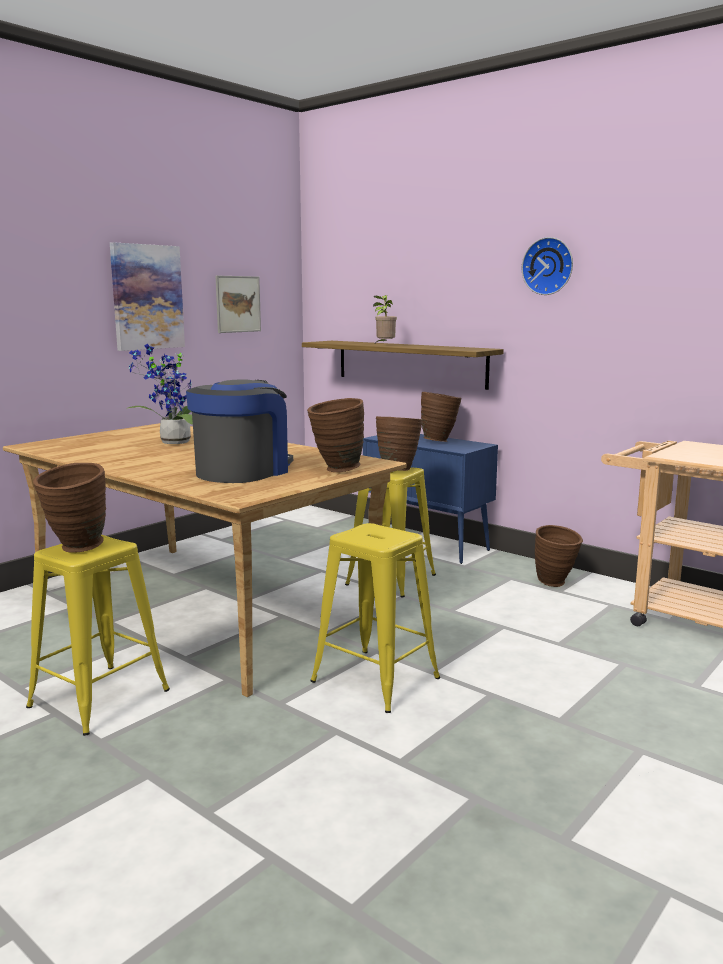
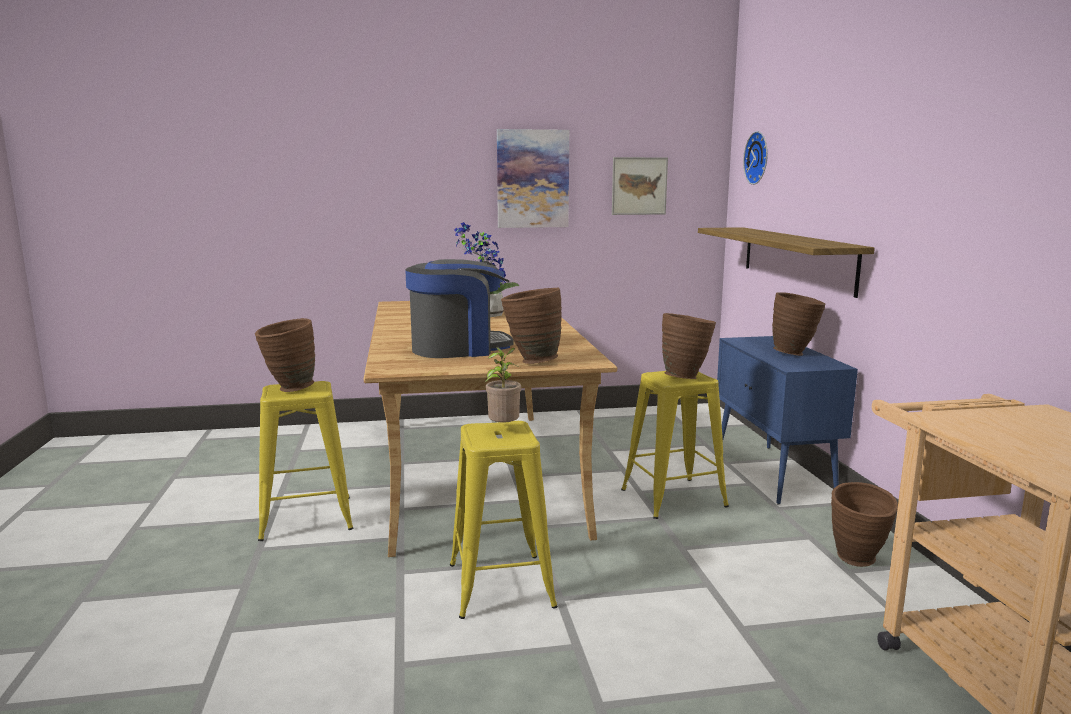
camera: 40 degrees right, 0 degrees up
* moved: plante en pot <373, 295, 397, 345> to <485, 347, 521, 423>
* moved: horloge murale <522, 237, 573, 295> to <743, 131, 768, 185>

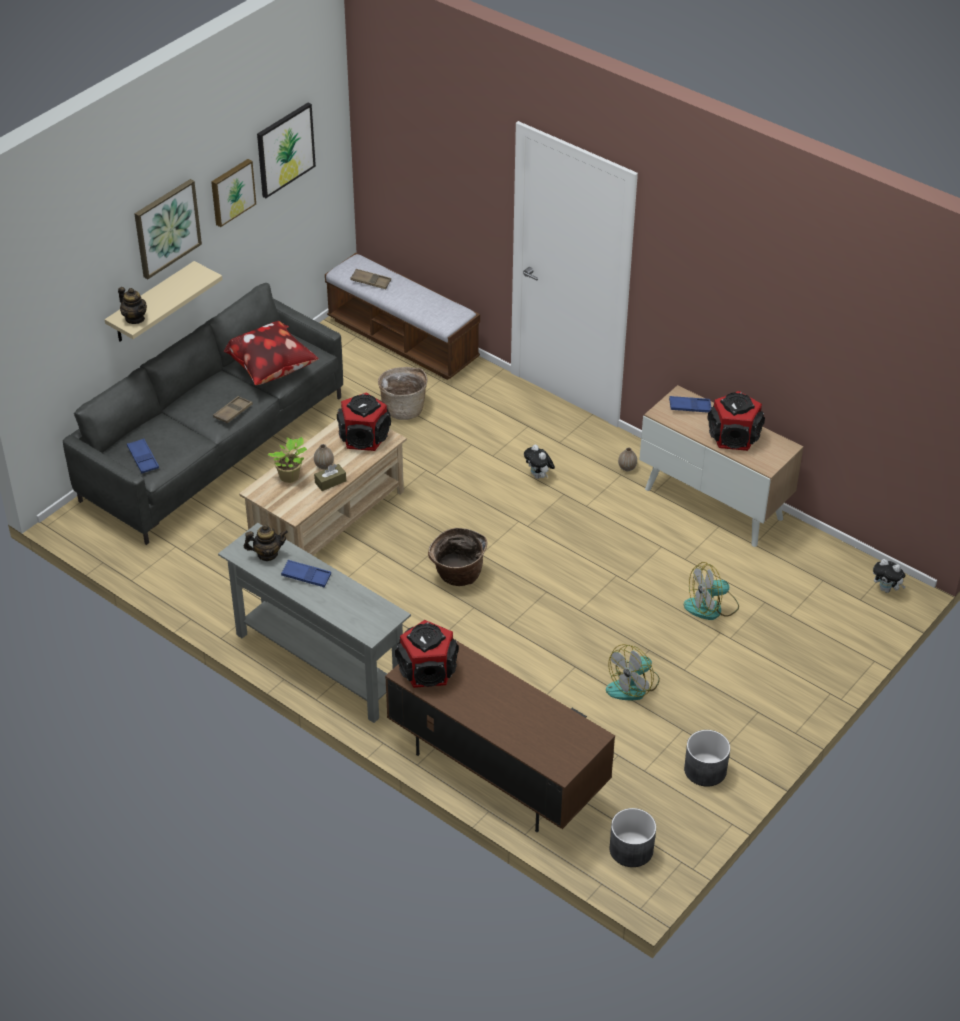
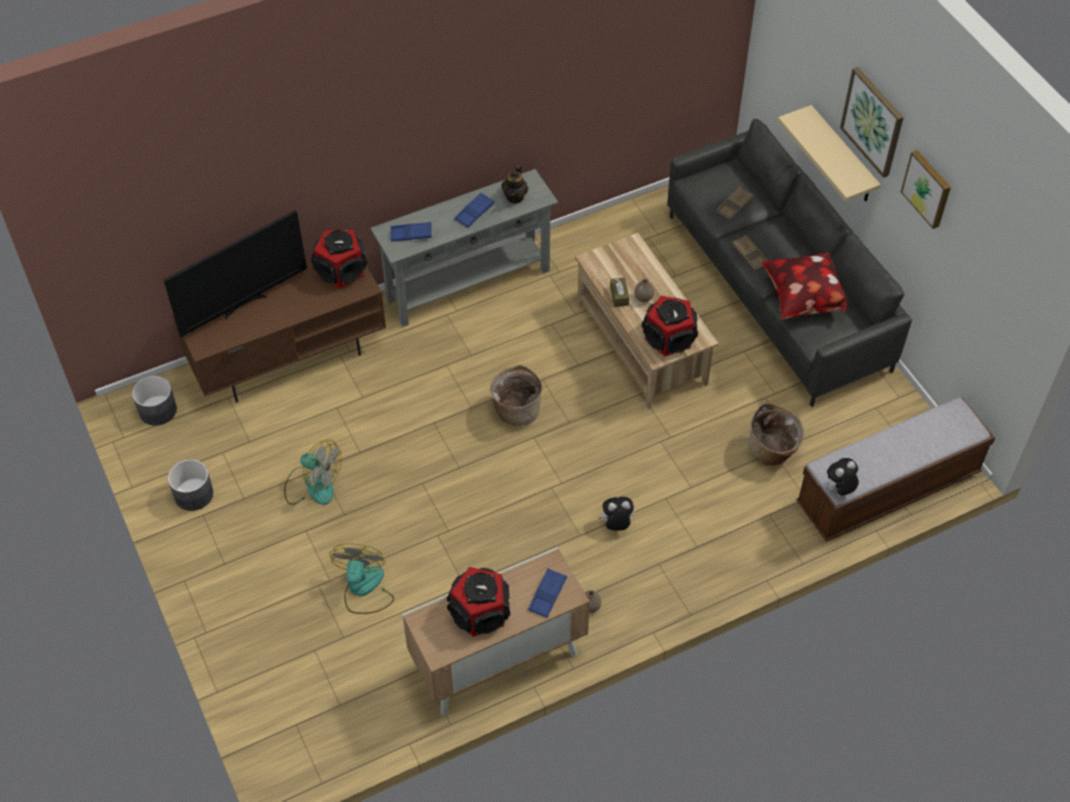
camera: 115 degrees right, 10 degrees up
* added: téléviseur <164, 210, 307, 337>
* turned: ventilateur <606, 644, 660, 701> = <284, 440, 342, 505> 135 degrees clockwise
* moved: plateau [bleu] <127, 438, 159, 474> to <390, 222, 432, 241>
* moved: plateau [marron] <351, 269, 391, 289> to <716, 187, 754, 221>
* moved: peluche <873, 559, 906, 593> to <826, 458, 859, 496>
* removed: théière <118, 287, 147, 324>
* removed: tableau <257, 102, 316, 198>
* removed: plante en pot <267, 437, 307, 483>

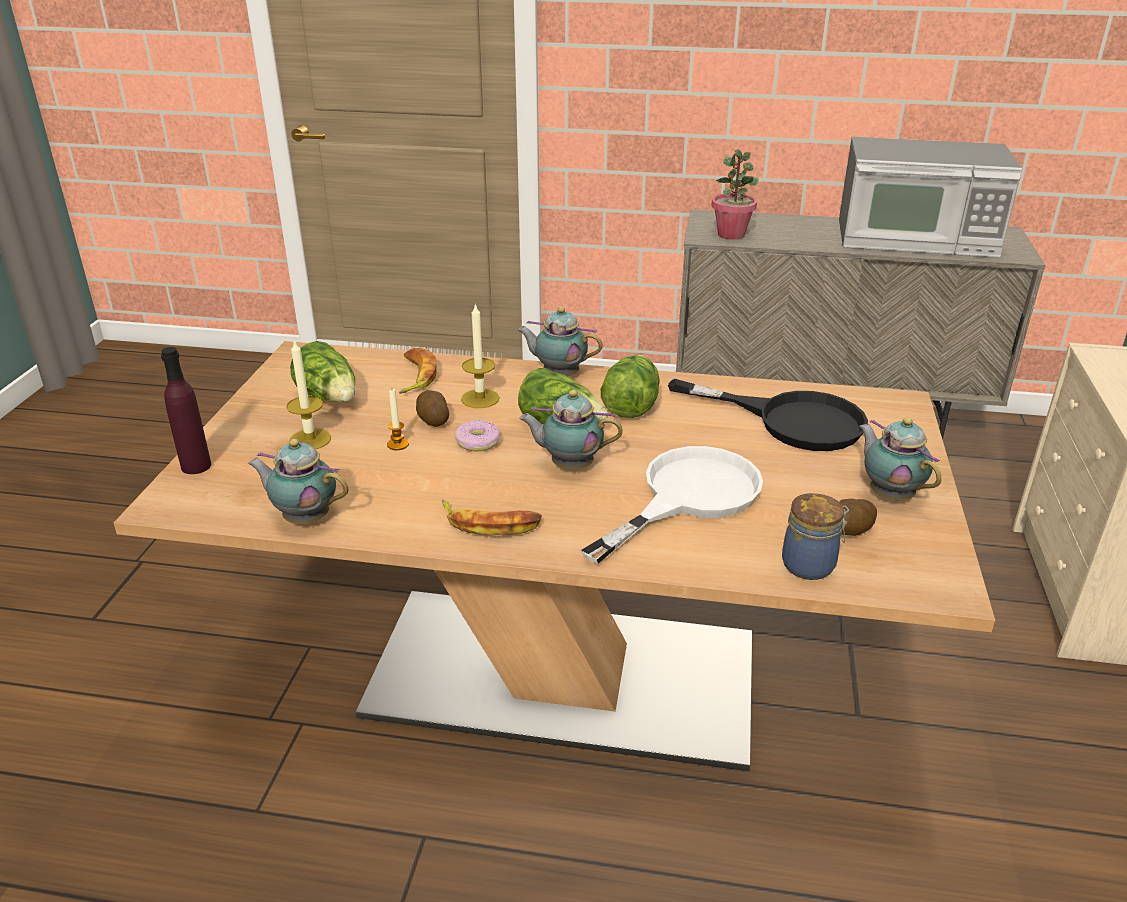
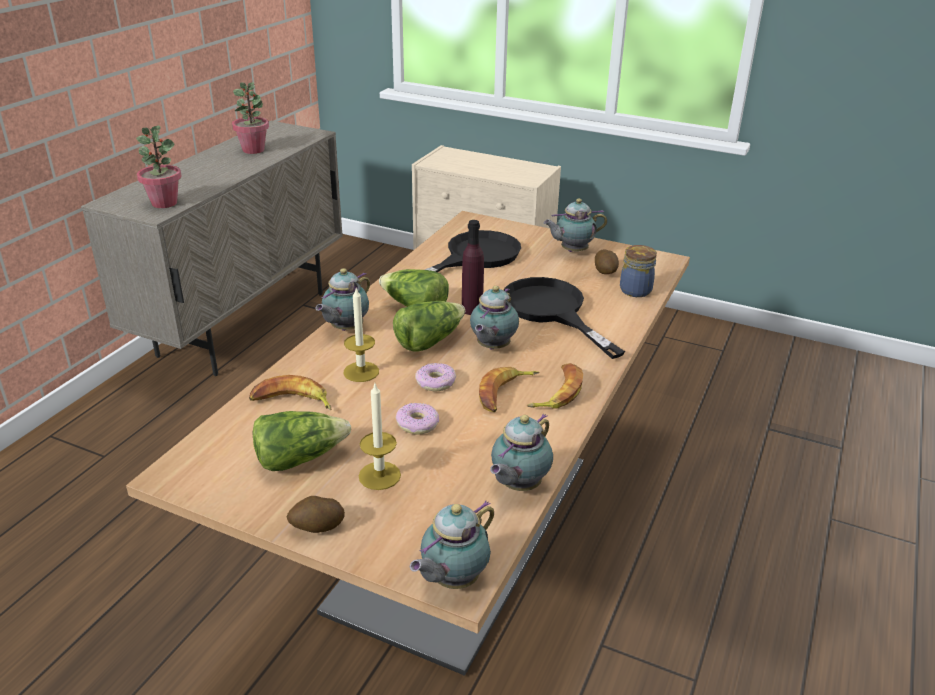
camera: 75 degrees left, 0 degrees up
* replaced: micro-ondes <839, 137, 1022, 258> to plante en pot <232, 82, 269, 154>
* moved: pomme de terre <416, 390, 449, 427> to <286, 496, 345, 533>
* replaced: bougie <387, 389, 409, 450> to beignet <396, 403, 439, 434>
* added: théière <410, 501, 494, 589>
* moved: bouteille [violet] <161, 347, 211, 474> to <462, 220, 484, 315>
* added: banane <479, 367, 540, 412>
* recoloured: poêle [blanc] <581, 446, 763, 564> to poêle [noir] <503, 277, 625, 359>

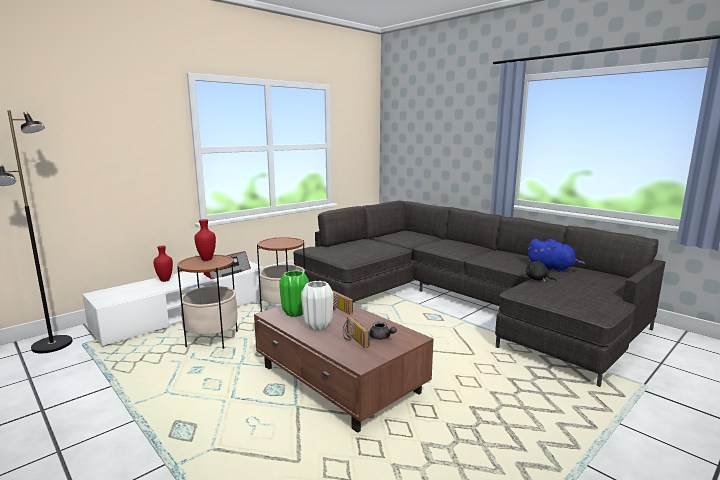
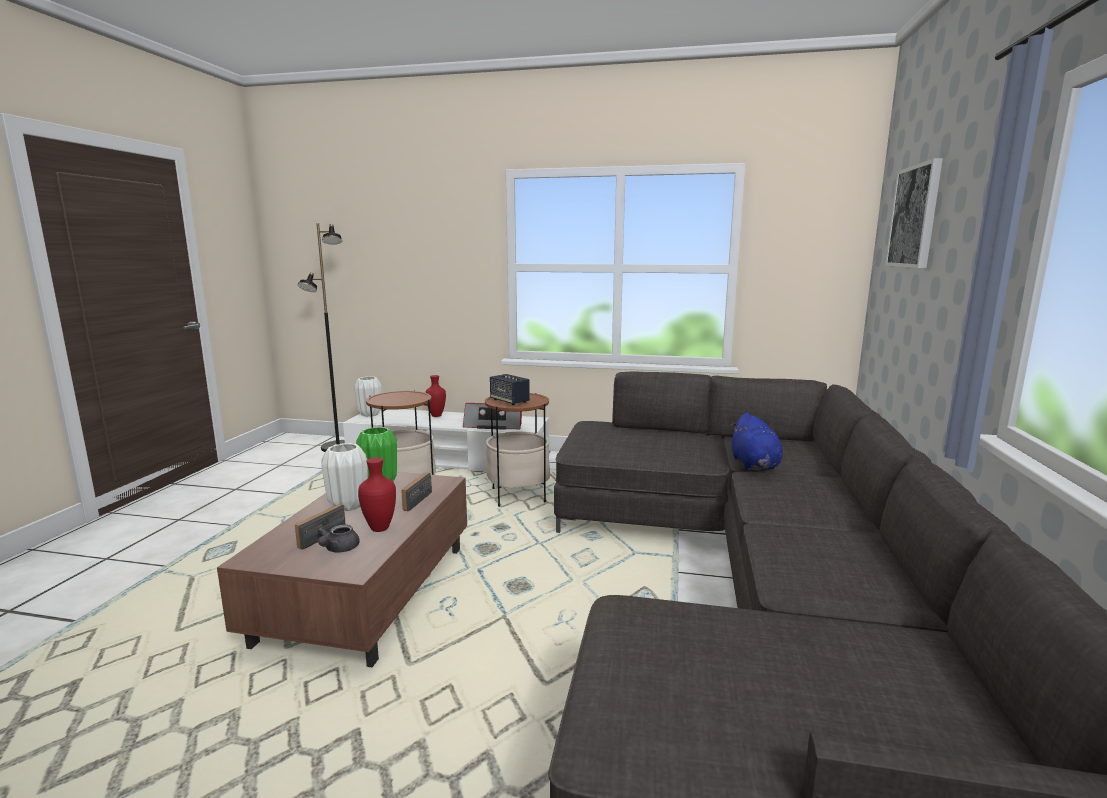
camera: 55 degrees right, 0 degrees up
* added: vase [blanc] <354, 377, 382, 417>
* moved: vase [rouge] <194, 219, 216, 261> to <358, 457, 396, 532>
* added: enceinte <490, 374, 530, 405>
* moved: peluche [bleu] <528, 239, 585, 272> to <730, 413, 783, 471>
* added: tableau <885, 158, 943, 268>
* removed: peluche [noir] <526, 258, 557, 282>

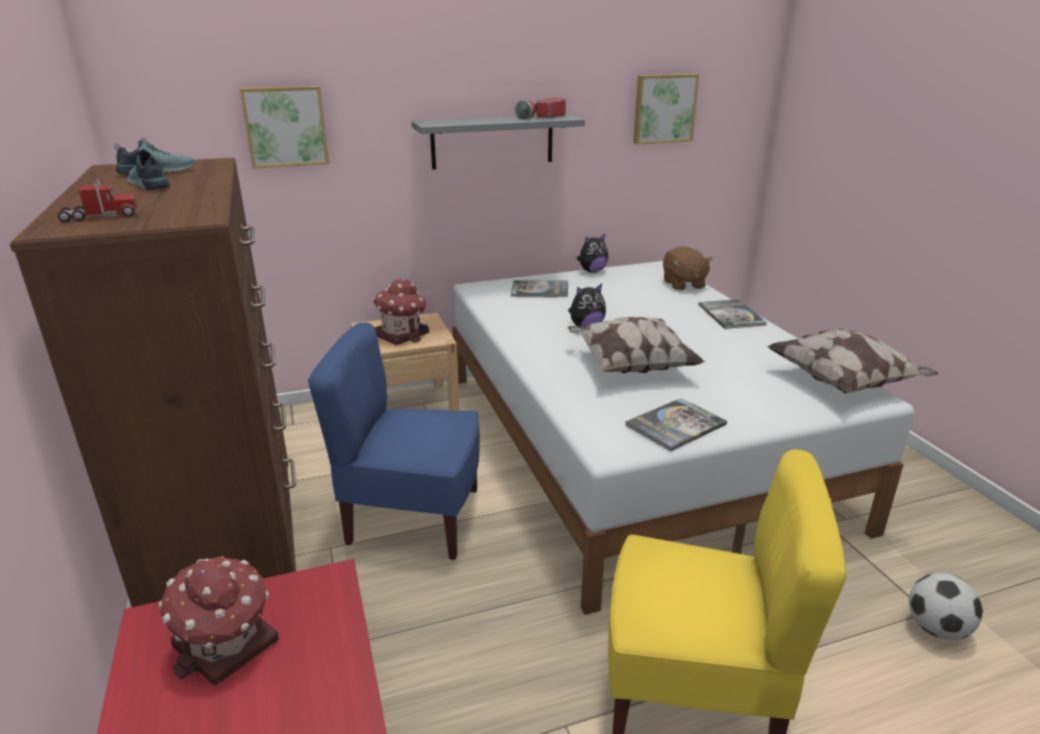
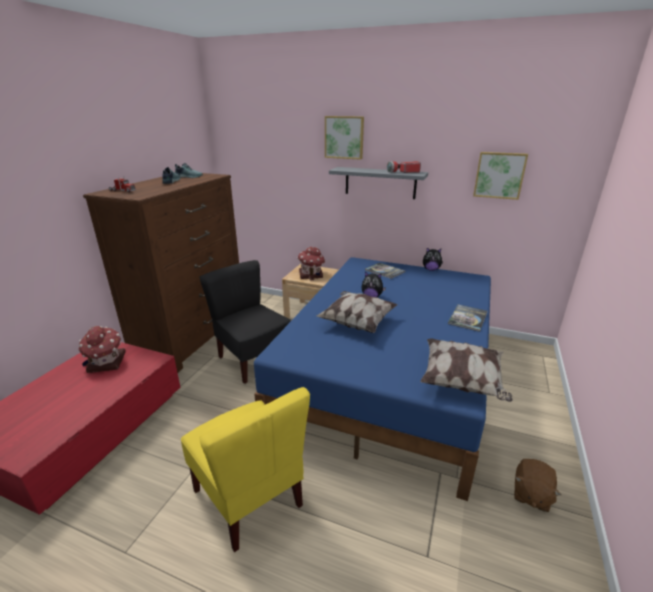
camera: 40 degrees right, 0 degrees up
* recoloured: chaise [bleu] <308, 323, 480, 560> to chaise [noir] <199, 260, 291, 384>
* recoloured: lit [blanc] <452, 261, 914, 615> to lit [bleu] <254, 257, 491, 501>
* moved: tableau <240, 86, 329, 169> to <325, 116, 364, 160>
* moved: peluche [marron] <663, 246, 713, 290> to <514, 459, 561, 512>
* removed: livre <625, 398, 727, 451>
* removed: ballon de foot <909, 573, 983, 640>

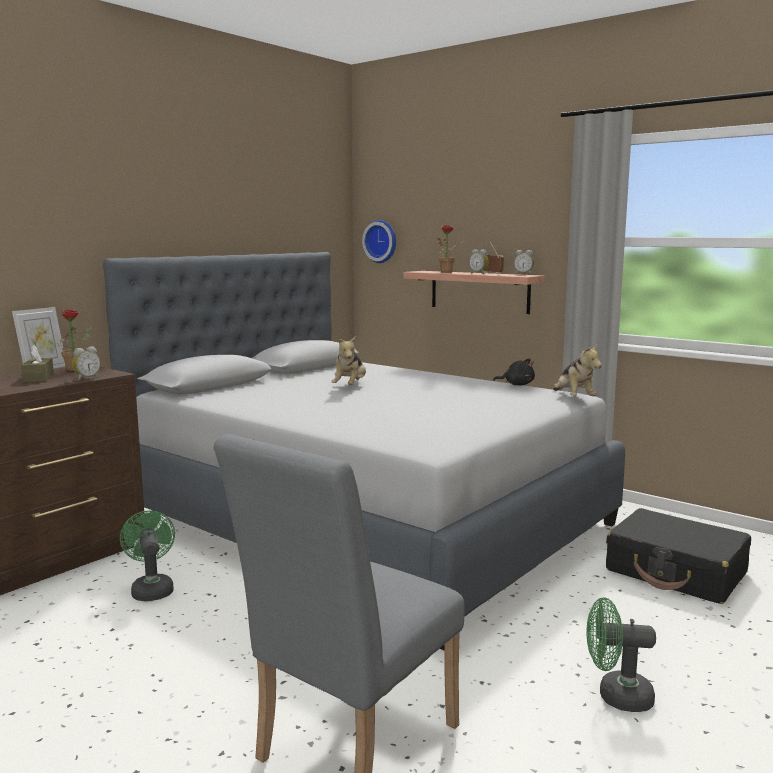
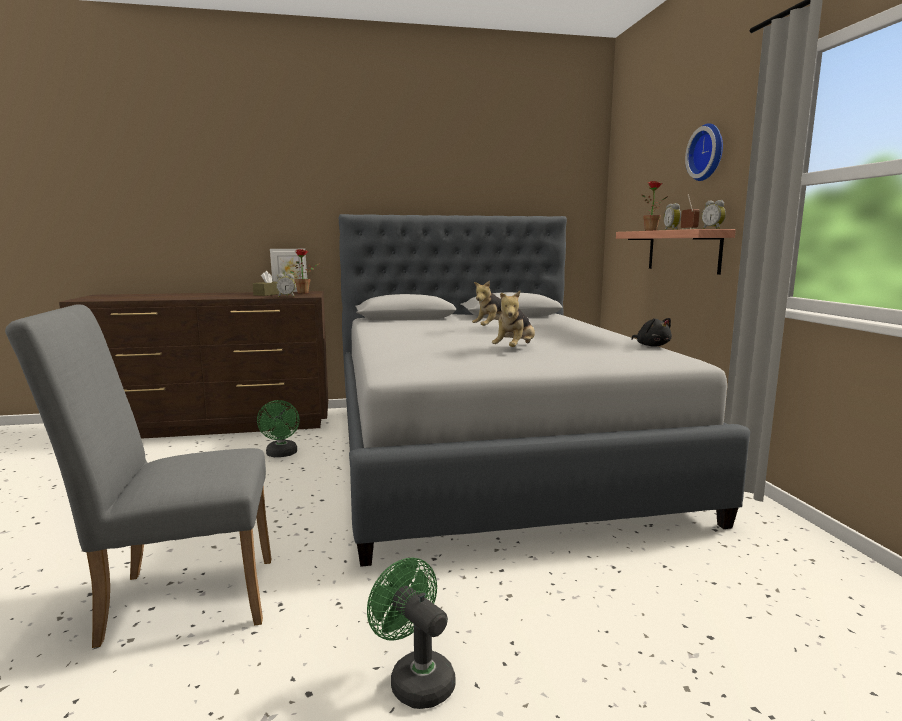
camera: 40 degrees right, 0 degrees up
* turned: ventilateur [vert] <120, 510, 175, 601> = <257, 400, 300, 457> 150 degrees clockwise
* moved: peluche <553, 343, 602, 396> to <492, 291, 535, 347>
* moved: horloge murale <362, 220, 396, 263> to <685, 123, 723, 181>
* removed: valise [noir] <606, 508, 751, 604>

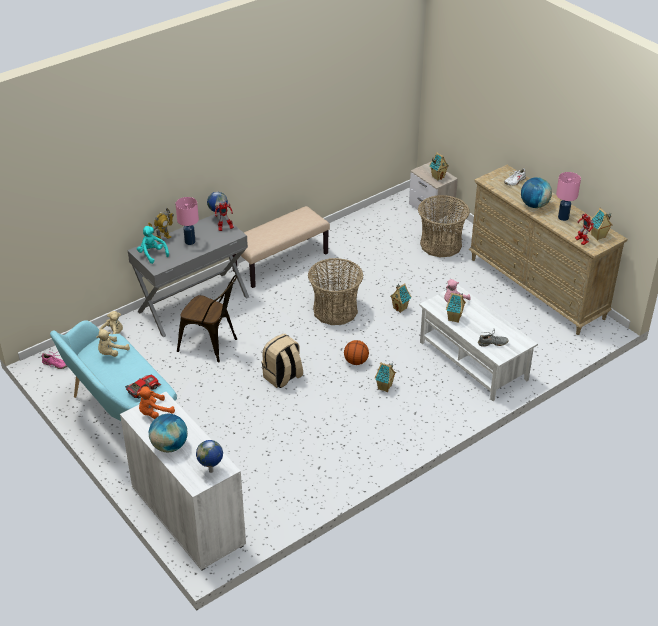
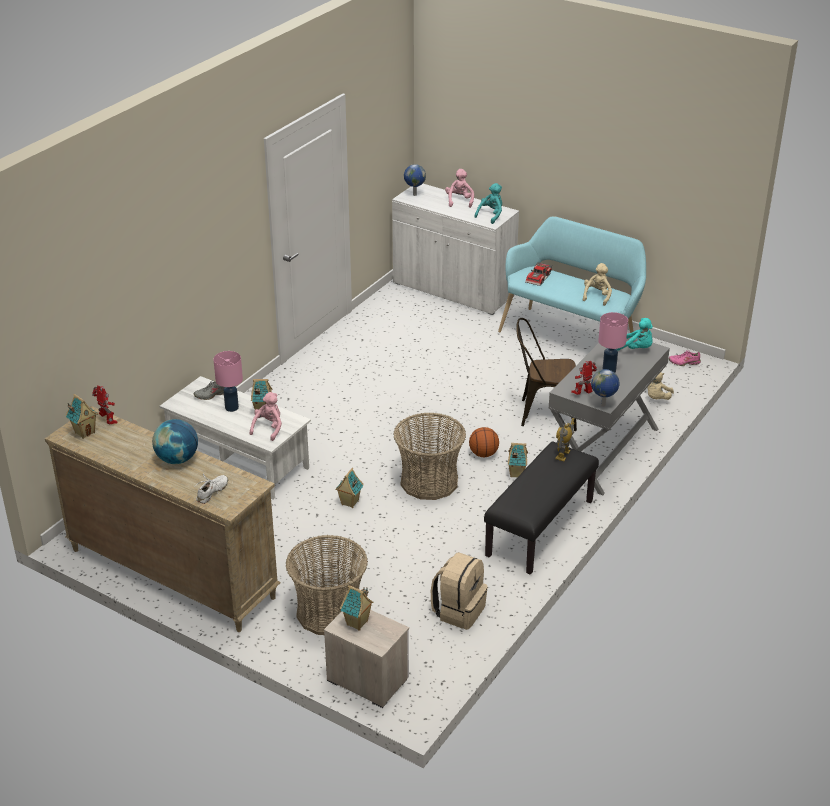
camera: 160 degrees right, 5 degrees down
* moved: lampe de table [rose] <556, 172, 581, 221> to <213, 351, 243, 412>
* moved: sac à dos [beige] <262, 334, 303, 388> to <431, 552, 488, 630>
* replaced: globe <149, 414, 188, 453> to peluche [rose] <445, 169, 474, 208>
* moved: ballon de basket <344, 340, 369, 365> to <469, 427, 499, 457>
* recoloured: peluche [orange] <137, 386, 175, 419> to peluche [turquoise] <474, 183, 502, 224>
* recoloured: banc [beige] <232, 206, 330, 288> to banc [noir] <484, 441, 599, 575>
* moved: maison miniature <375, 362, 396, 392> to <508, 443, 528, 477>
* moved: robot jouet <148, 207, 174, 242> to <555, 418, 575, 461>

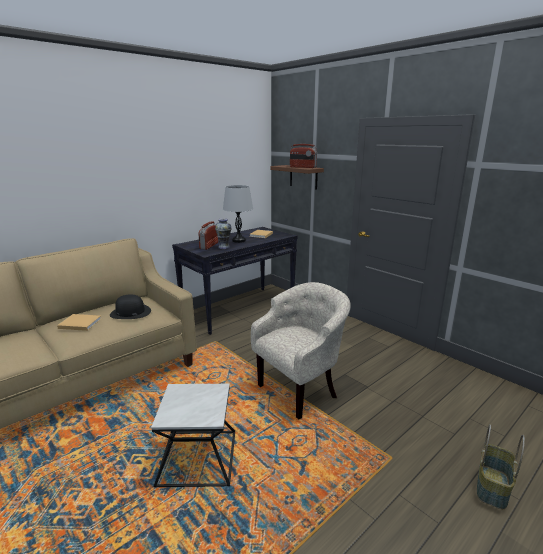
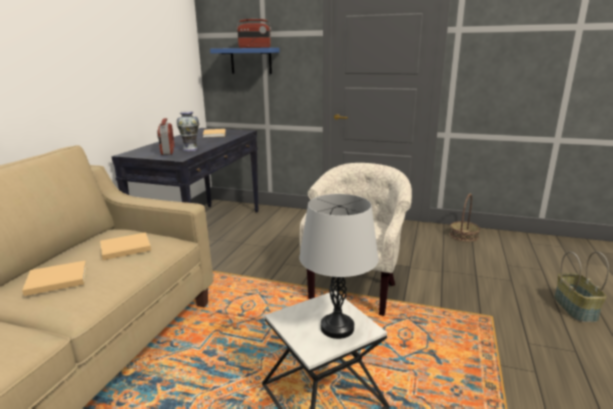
camera: 30 degrees left, 0 degrees up
* replaced: chapeau [noir] <110, 294, 151, 319> to livre [beige] <100, 232, 151, 260>
* recoloured: étagère [marron] <270, 165, 324, 190> to étagère [bleu] <210, 48, 280, 74>
* moved: lampe de table [gris] <223, 185, 253, 243> to <299, 194, 379, 339>
* added: panier <449, 194, 480, 242>

